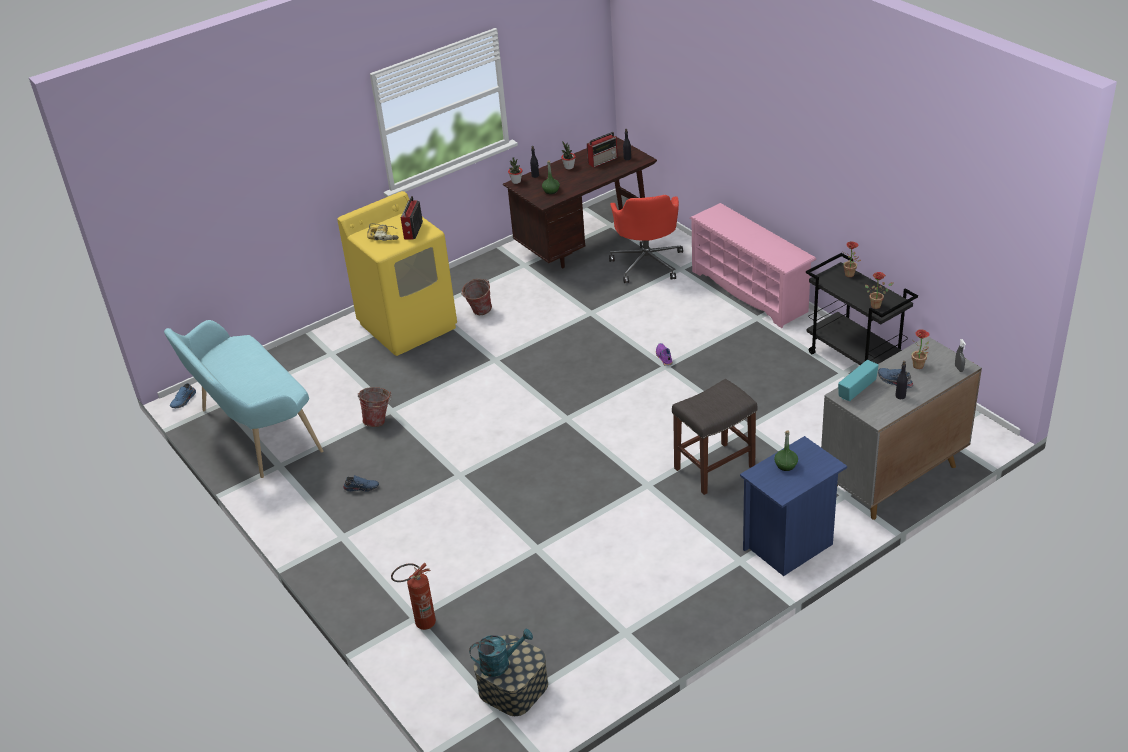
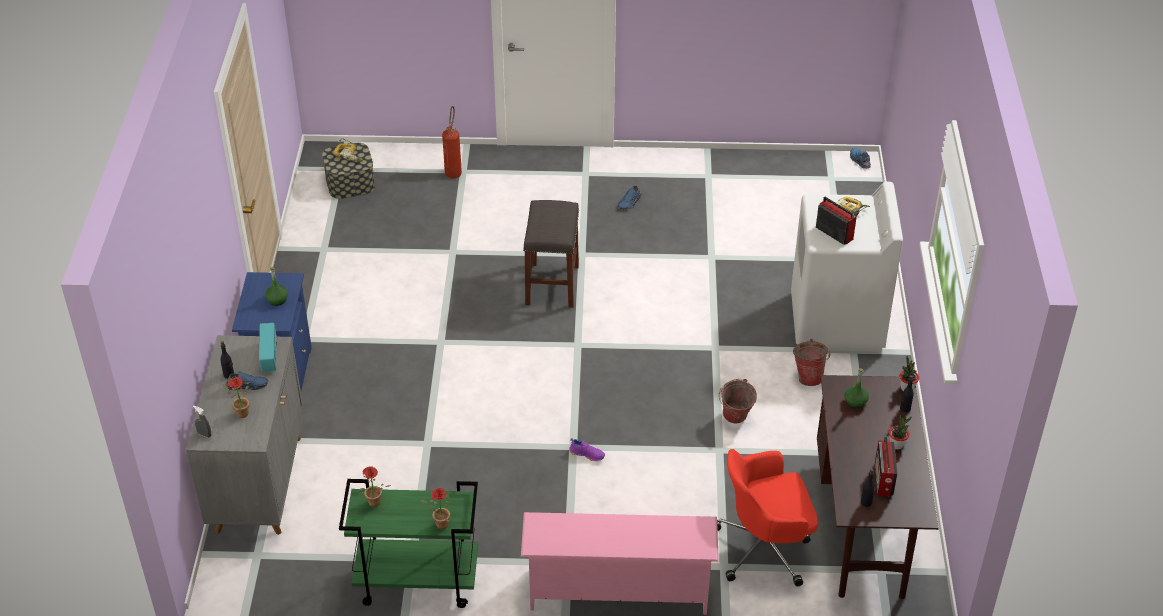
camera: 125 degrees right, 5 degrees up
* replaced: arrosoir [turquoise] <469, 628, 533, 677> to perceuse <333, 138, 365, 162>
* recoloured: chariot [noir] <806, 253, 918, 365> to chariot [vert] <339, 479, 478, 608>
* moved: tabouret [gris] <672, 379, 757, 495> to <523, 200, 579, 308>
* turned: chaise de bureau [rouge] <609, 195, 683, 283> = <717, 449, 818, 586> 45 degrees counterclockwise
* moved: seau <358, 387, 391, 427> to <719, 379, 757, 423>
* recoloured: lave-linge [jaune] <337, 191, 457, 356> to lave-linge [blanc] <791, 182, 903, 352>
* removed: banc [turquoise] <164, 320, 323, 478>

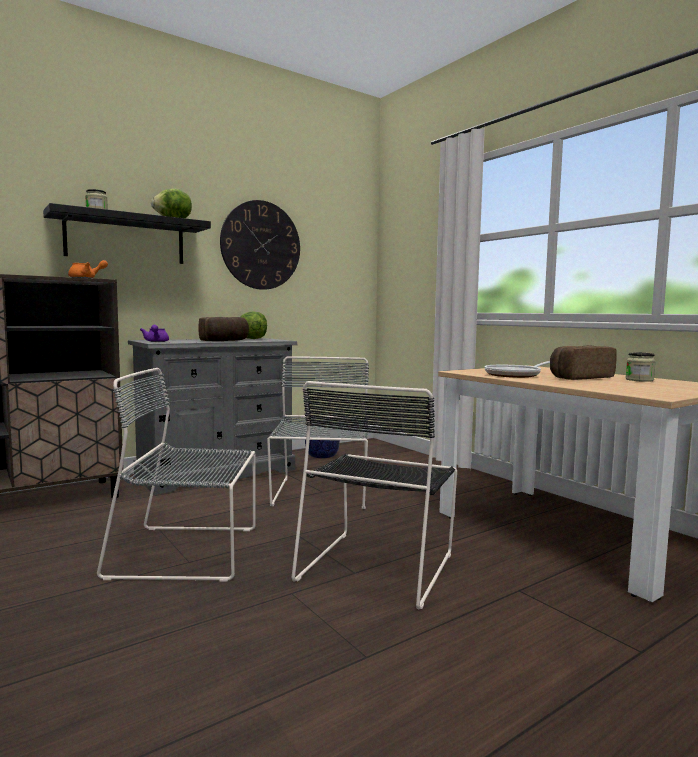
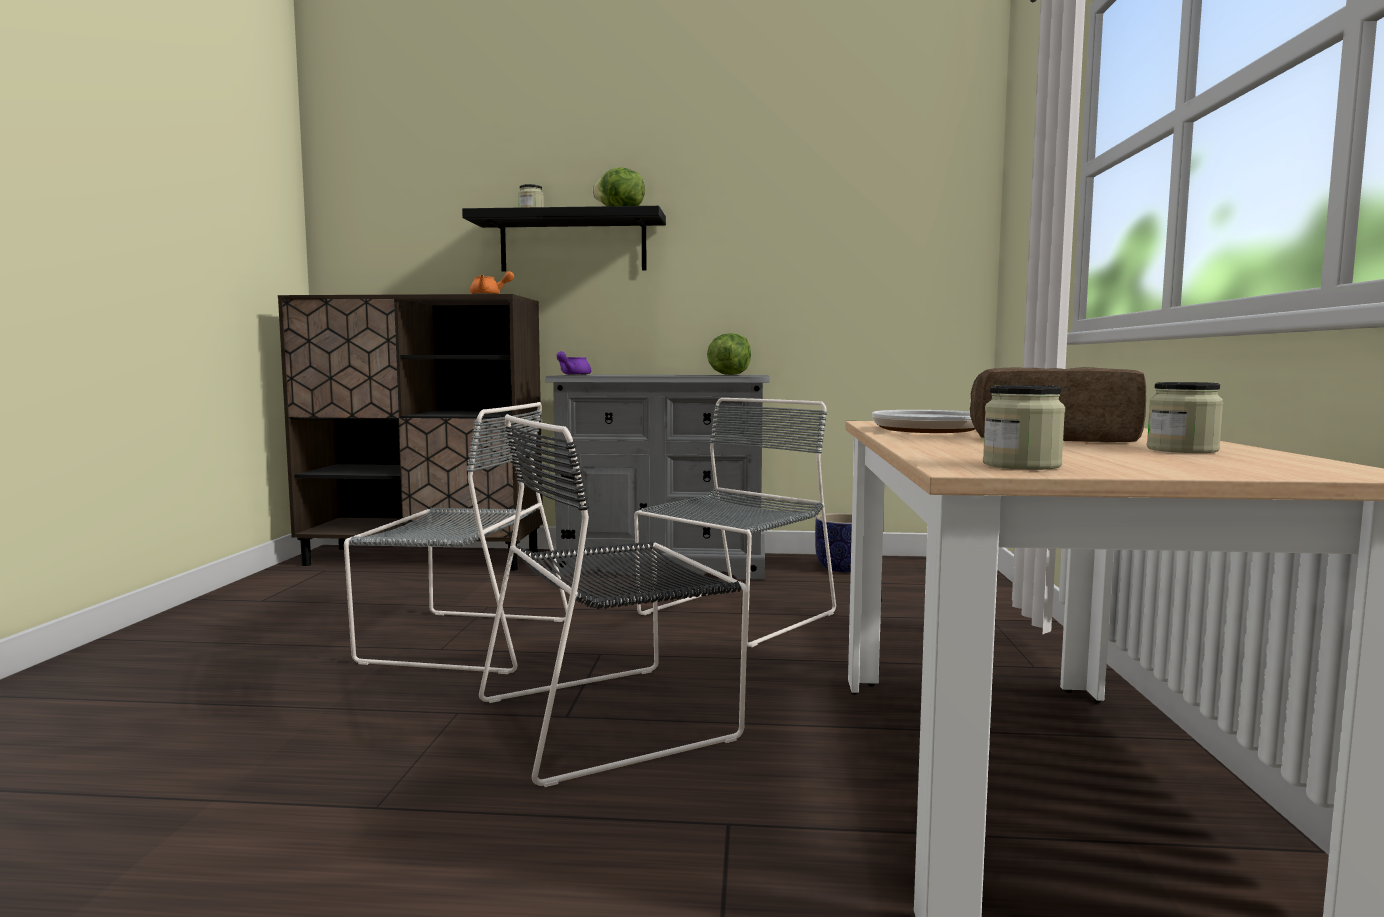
camera: 40 degrees right, 0 degrees up
* turned: chaise [gris] <97, 368, 256, 581> = <344, 402, 568, 674> 150 degrees clockwise
* added: bocal <983, 385, 1065, 470>
* removed: pain <199, 317, 249, 341>
* removed: horloge murale <220, 200, 300, 290>

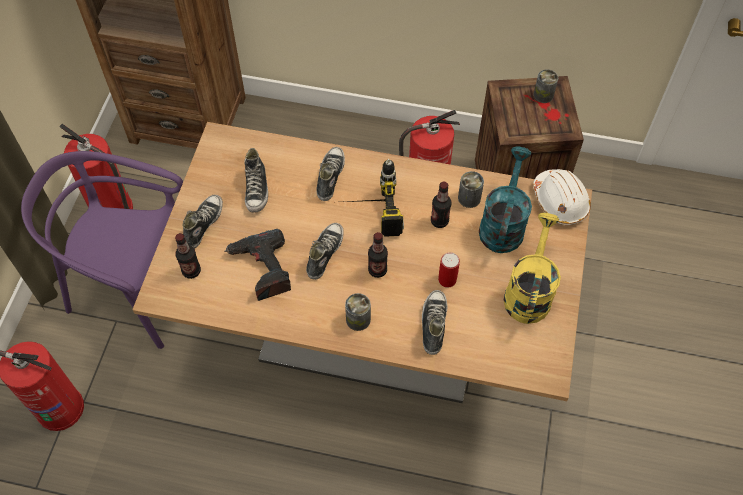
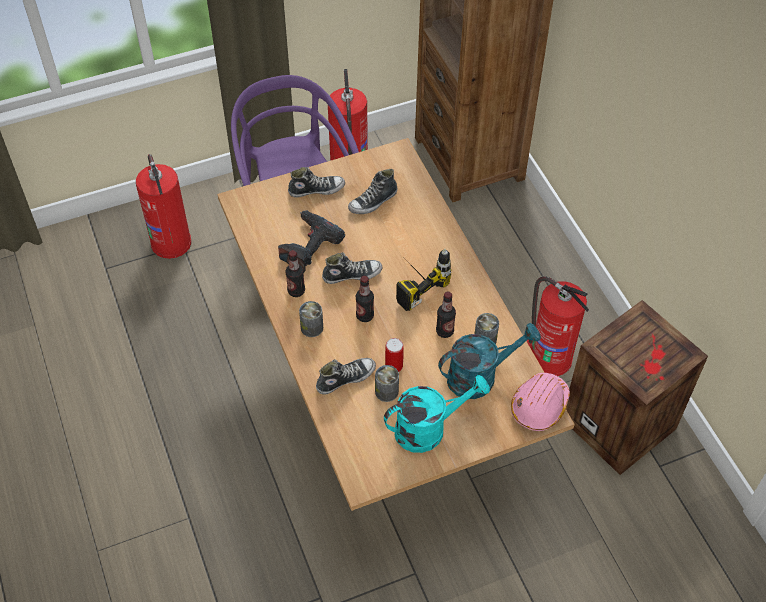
camera: 55 degrees right, 5 degrees down
* moved: bouteille <175, 233, 201, 279> to <285, 250, 305, 297>
* moved: boîte métallique <533, 69, 558, 103> to <375, 365, 399, 402>
* recoloured: arrosoir [jaune] <504, 213, 561, 324> to arrosoir [turquoise] <384, 375, 490, 453>
* recoloured: casque de chantier [blanc] <533, 169, 591, 225> to casque de chantier [rose] <511, 373, 570, 431>
* removed: chaussure <316, 147, 345, 201>

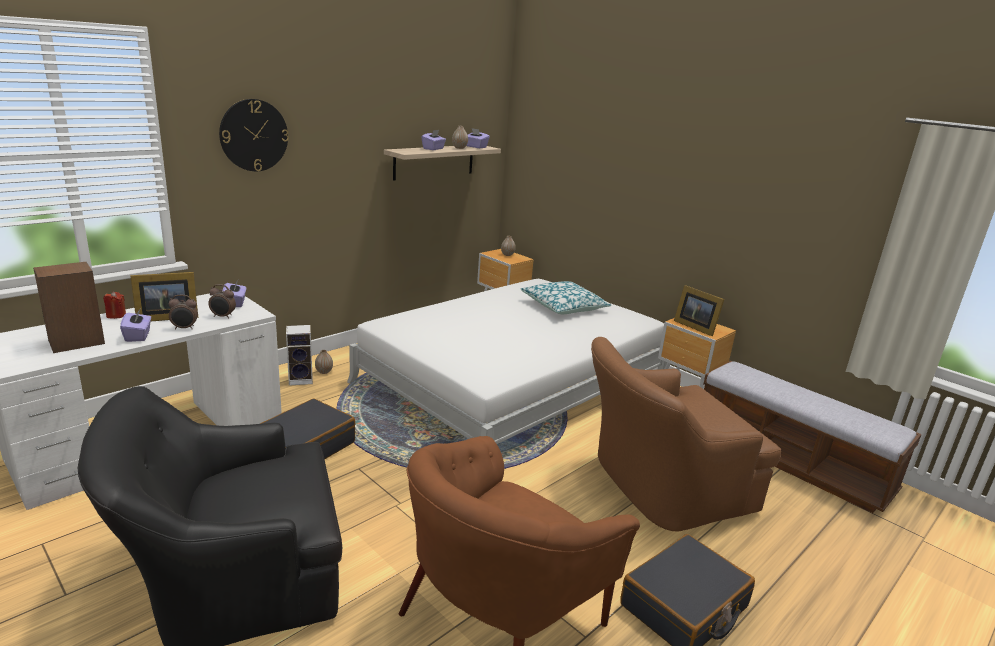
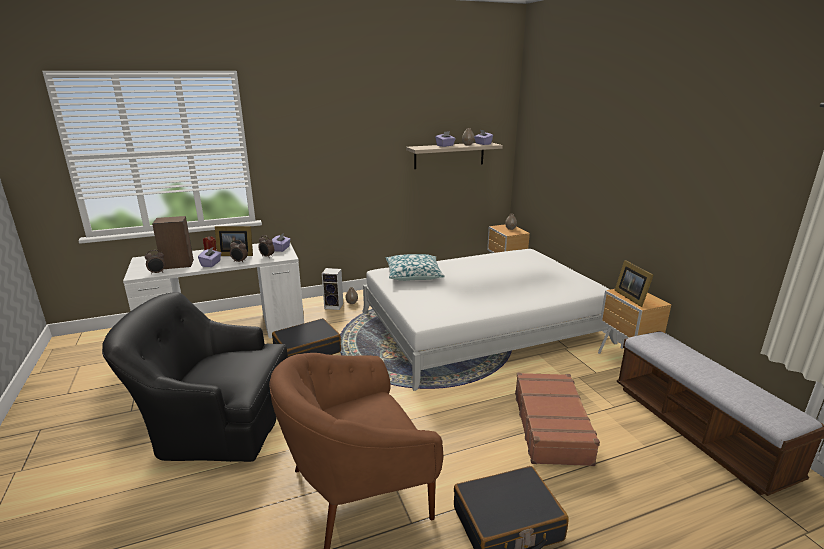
camera: 25 degrees right, 0 degrees up
* added: réveil <145, 250, 165, 274>
* moved: coussin <520, 281, 612, 314> to <386, 254, 445, 281>
* replaced: fauteuil [marron] <591, 337, 781, 531> to valise [marron] <515, 373, 600, 466>
* removed: horloge murale <219, 99, 289, 171>

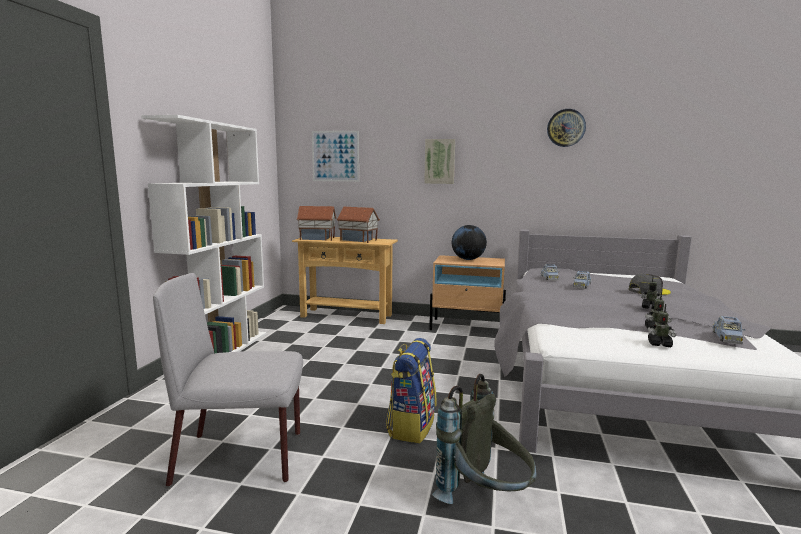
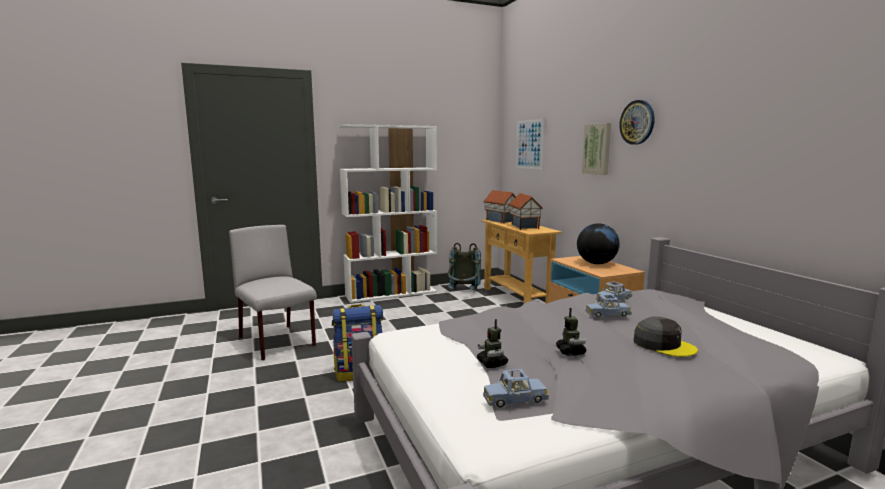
camera: 55 degrees right, 0 degrees up
* moved: sac à dos [gris] <432, 374, 537, 504> to <448, 243, 481, 291>
* moved: horloge murale <547, 109, 586, 147> to <620, 100, 655, 145>
* removed: robot jouet <648, 304, 676, 347>

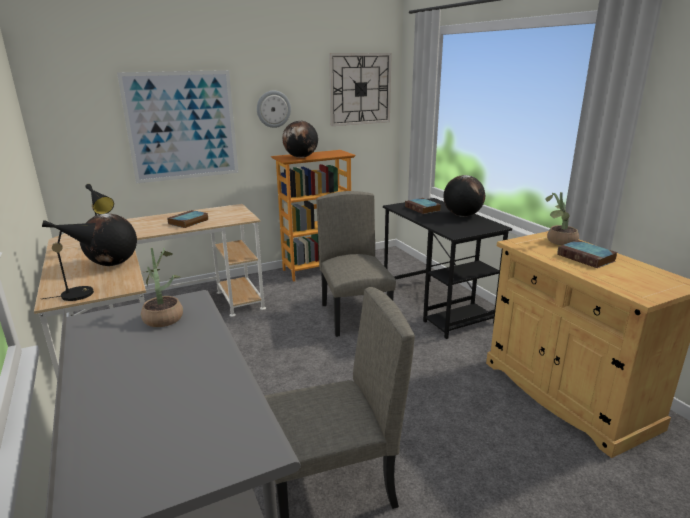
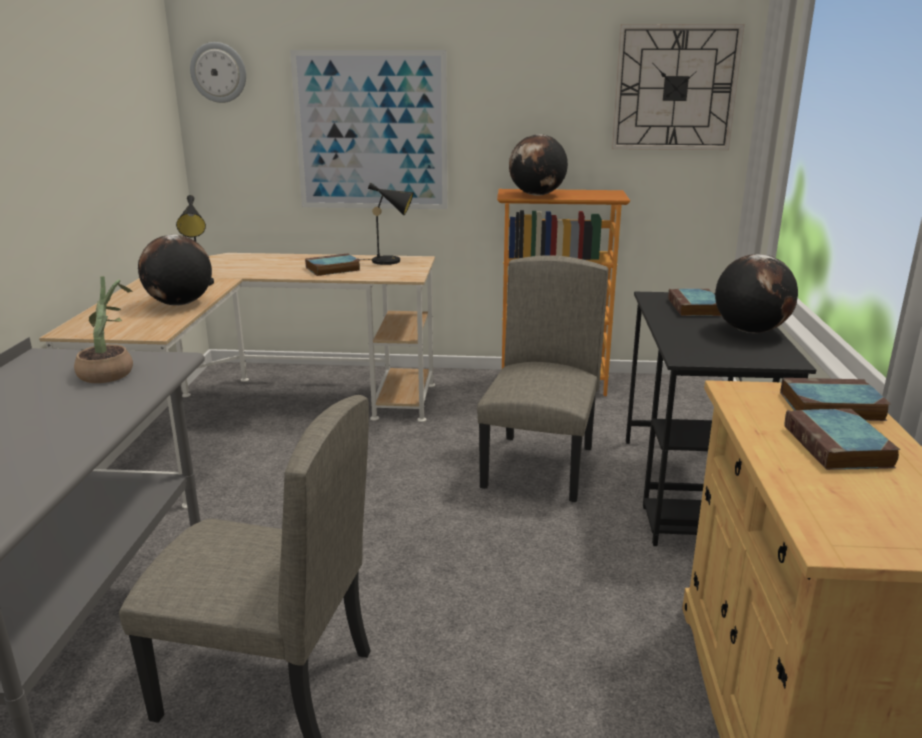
camera: 30 degrees right, 0 degrees up
* moved: horloge murale <257, 90, 291, 128> to <190, 42, 246, 103>
* moved: lampe de table [noir] <42, 220, 96, 301> to <360, 183, 413, 265>
* replaced: plante en pot <545, 192, 579, 245> to livre <780, 378, 891, 421>

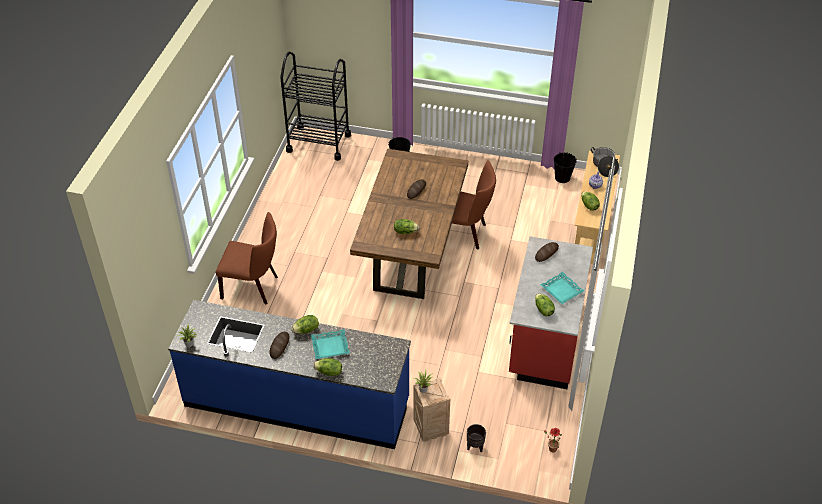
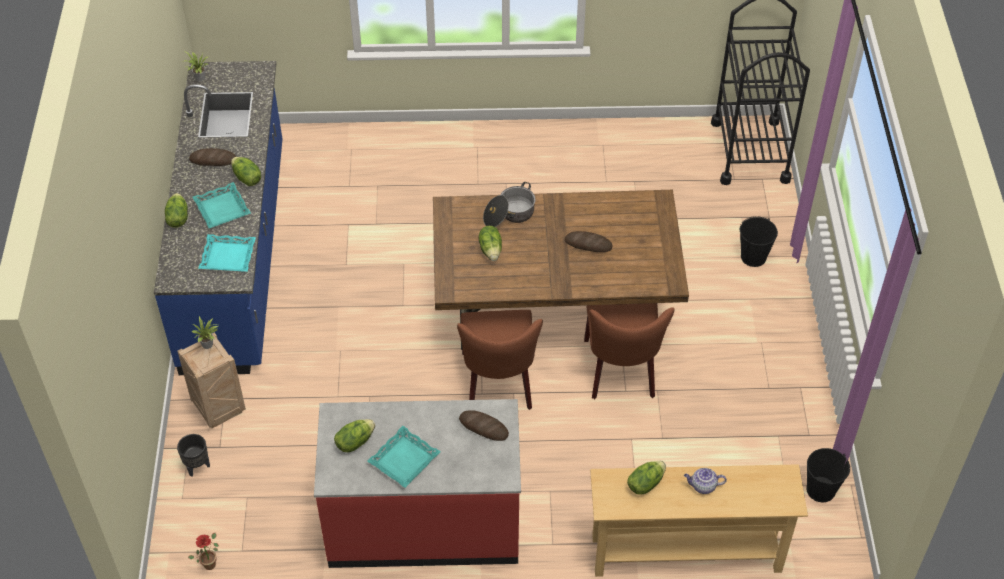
camera: 75 degrees right, 5 degrees up
* added: plateau [turquoise] <198, 234, 256, 272>
* moved: chaise [marron] <215, 212, 278, 304> to <457, 310, 543, 410>
* moved: marmite <591, 147, 619, 177> to <483, 182, 535, 227>

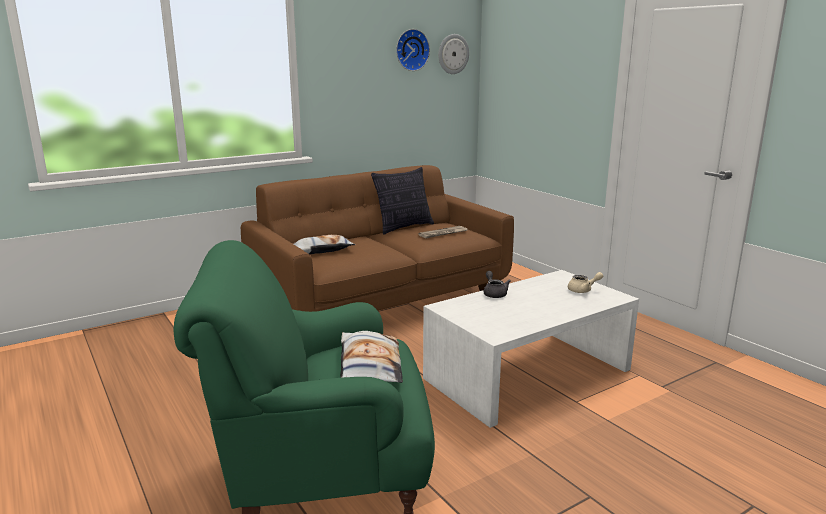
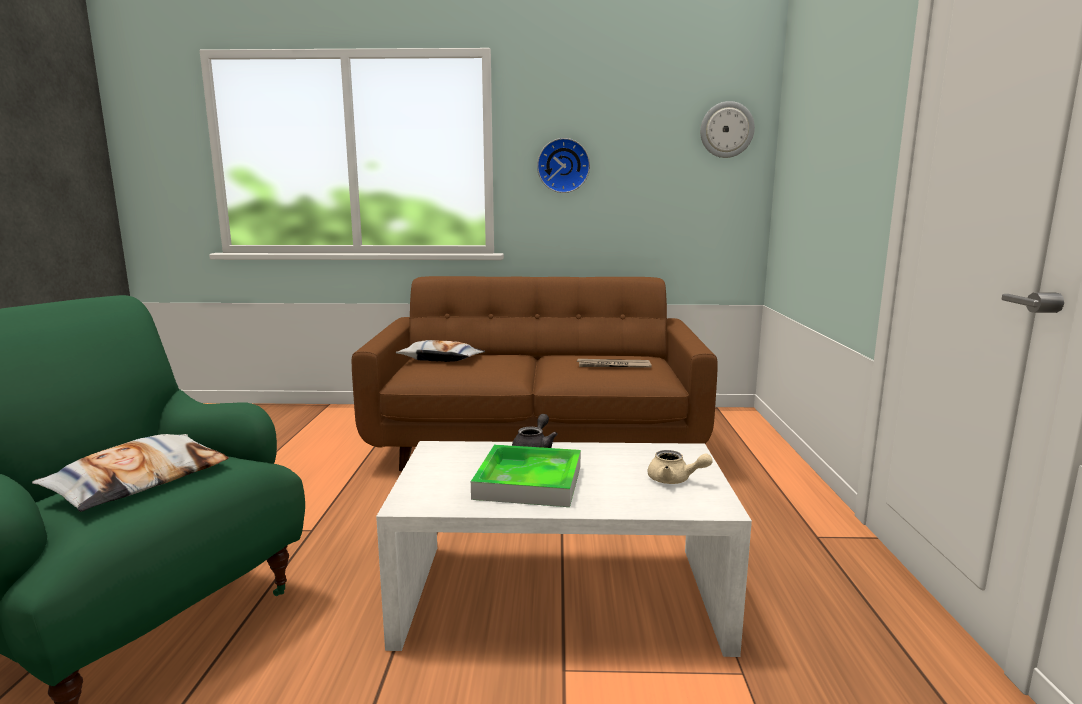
camera: 35 degrees right, 5 degrees down
* added: plateau <471, 445, 581, 507>
* moved: horloge murale <396, 29, 430, 71> to <537, 138, 590, 193>
* removed: coussin <371, 167, 434, 234>

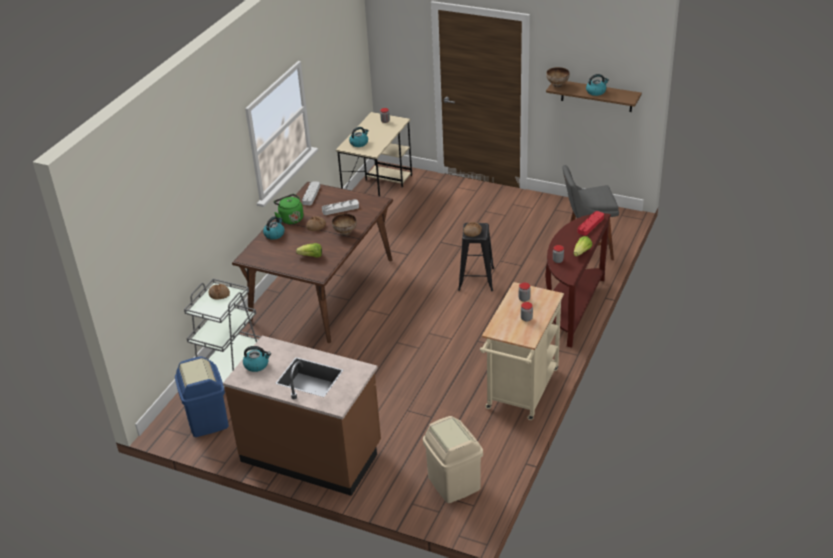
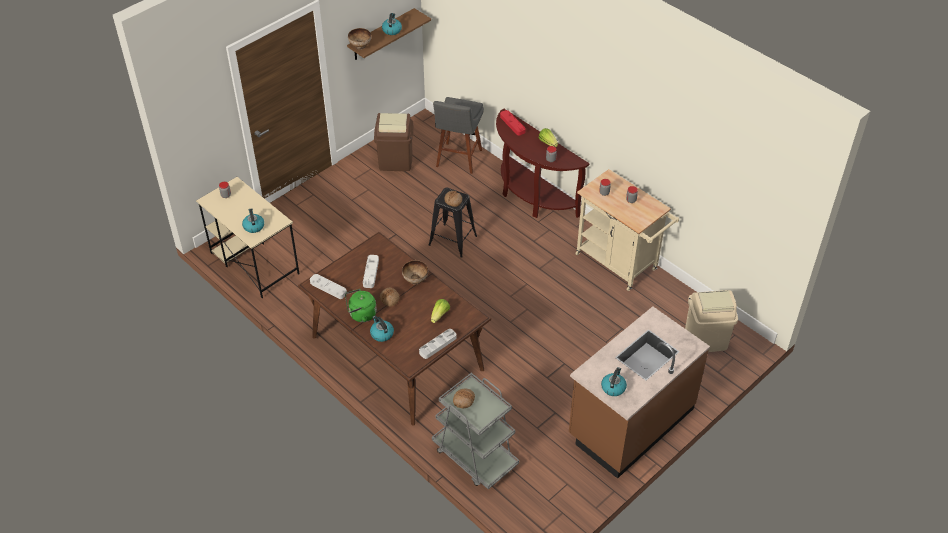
camera: 70 degrees left, 10 degrees up
* added: poubelle [marron] <374, 113, 413, 171>
* added: plateau [gris] <419, 329, 457, 359>
* removed: poubelle [bleu] <175, 356, 229, 437>

